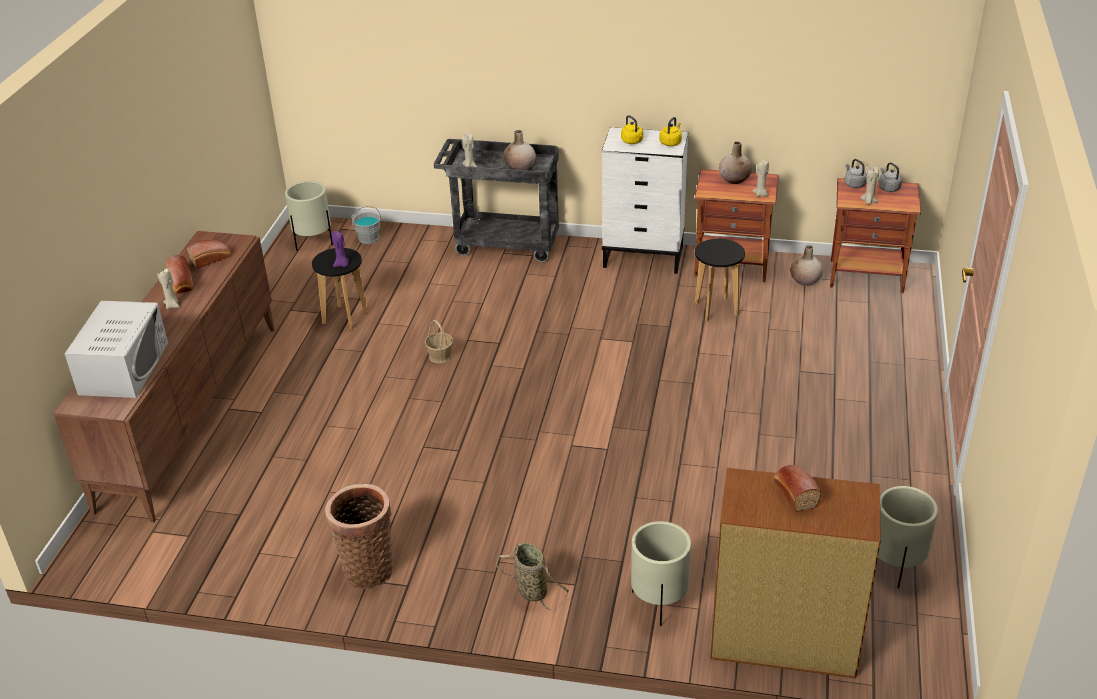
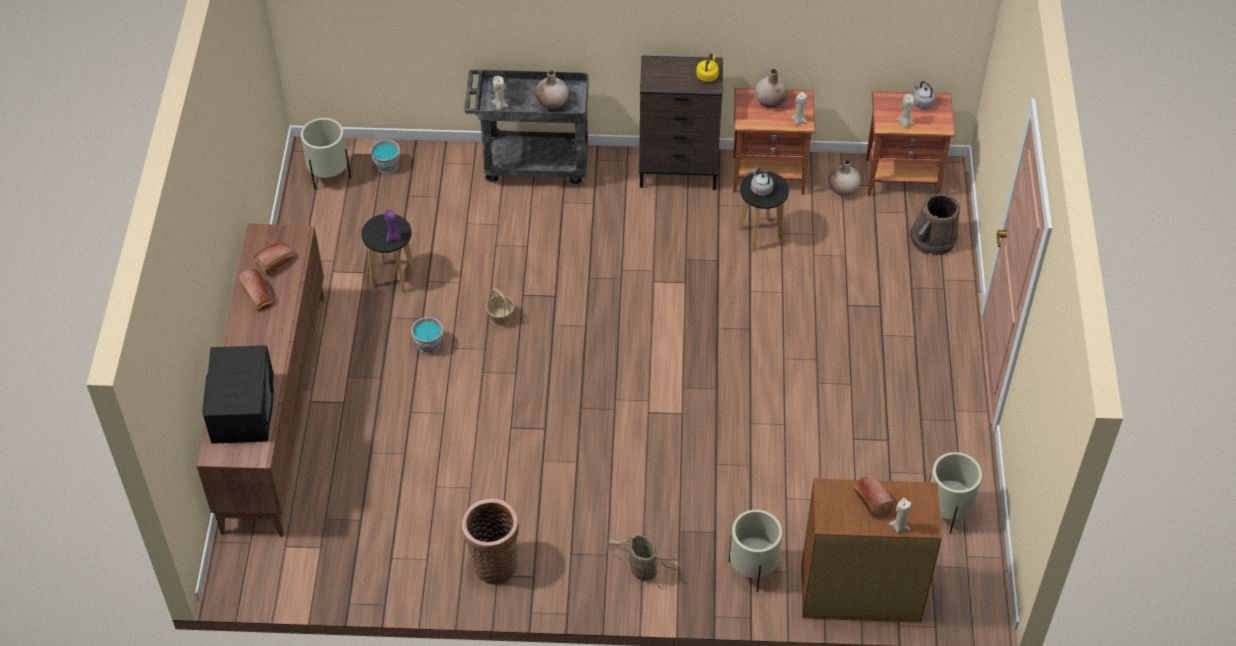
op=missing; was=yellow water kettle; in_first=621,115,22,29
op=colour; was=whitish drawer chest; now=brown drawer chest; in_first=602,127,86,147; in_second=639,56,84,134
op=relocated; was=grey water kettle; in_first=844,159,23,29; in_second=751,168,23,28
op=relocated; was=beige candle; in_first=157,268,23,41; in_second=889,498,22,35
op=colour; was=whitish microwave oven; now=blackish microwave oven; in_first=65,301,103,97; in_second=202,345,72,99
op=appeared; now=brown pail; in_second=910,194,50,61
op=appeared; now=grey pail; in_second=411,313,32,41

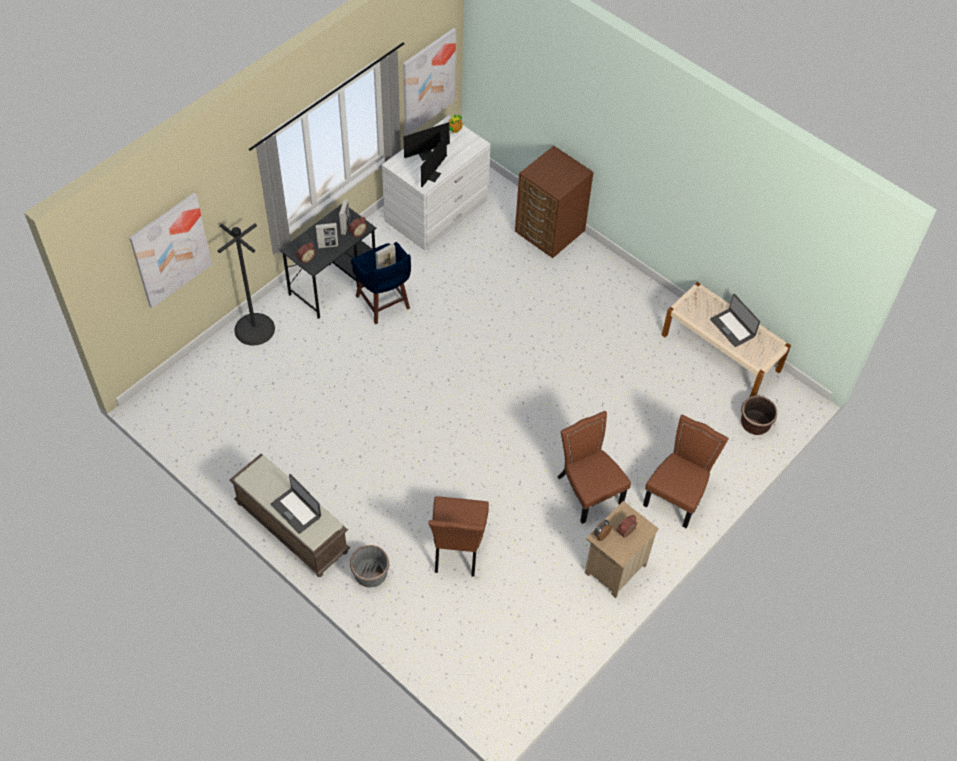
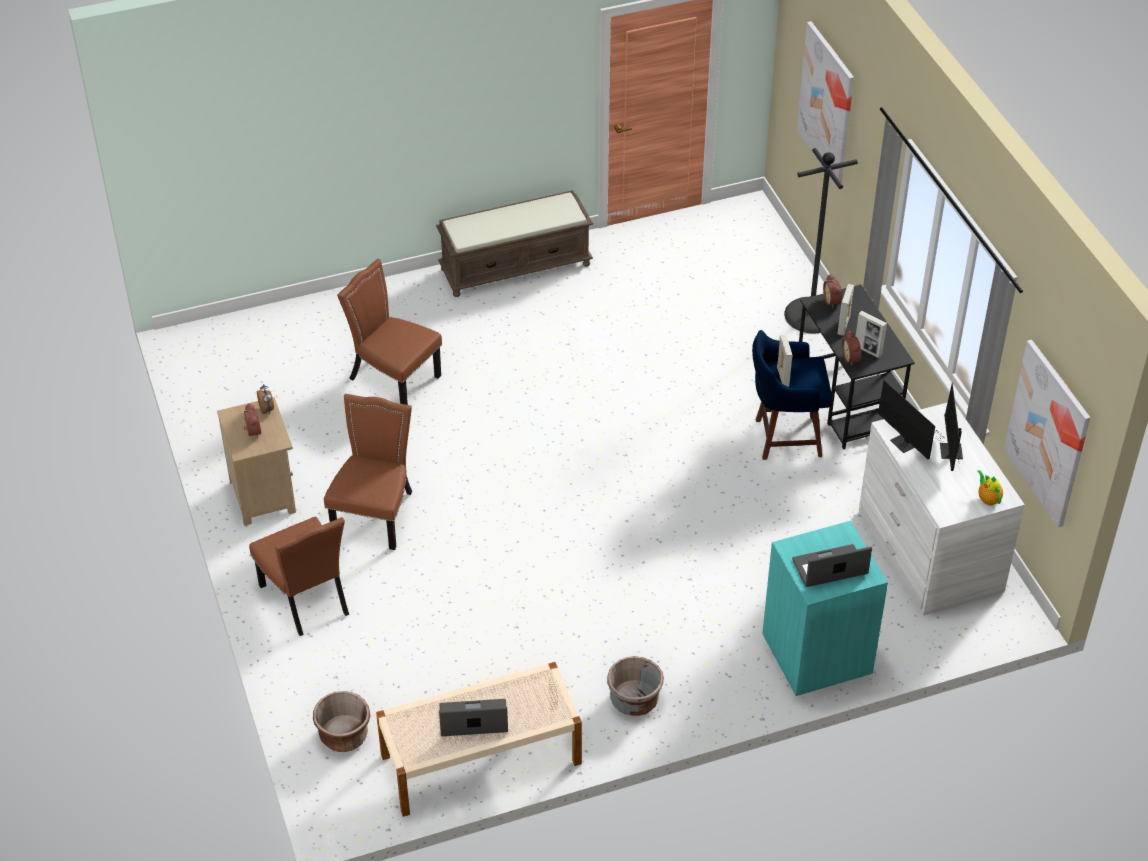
op=colour; was=brown drawer chest; now=blue-green drawer chest; in_first=515,146,79,112; in_second=762,521,126,175
op=spun; was=brown chair; in_first=557,411,74,113; in_second=324,394,88,156; clockwise=-75
op=relocated; was=notebook computer; in_first=271,474,50,60; in_second=792,544,80,43
op=relocated; was=grey plant pot; in_first=350,545,40,42; in_second=607,656,57,60

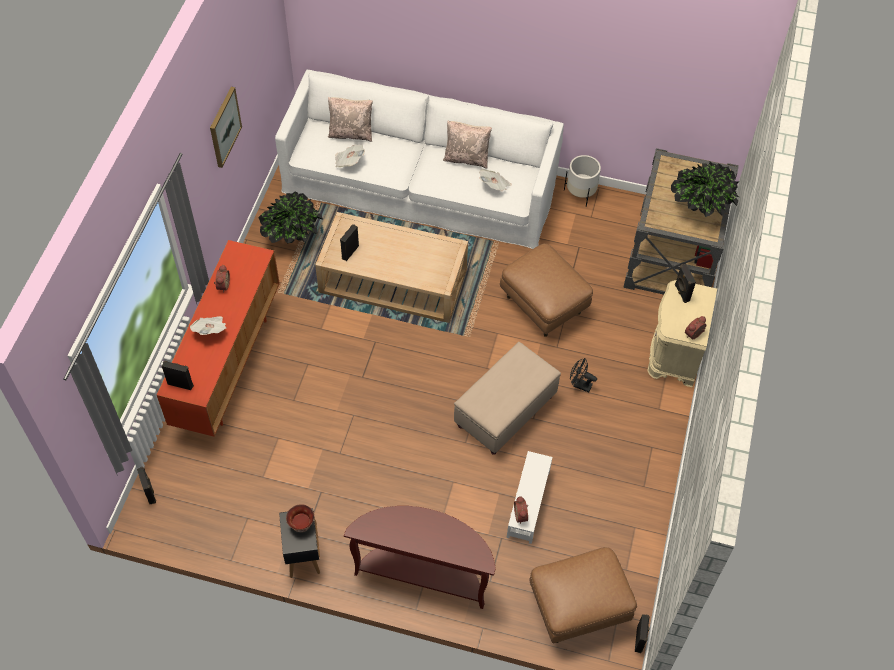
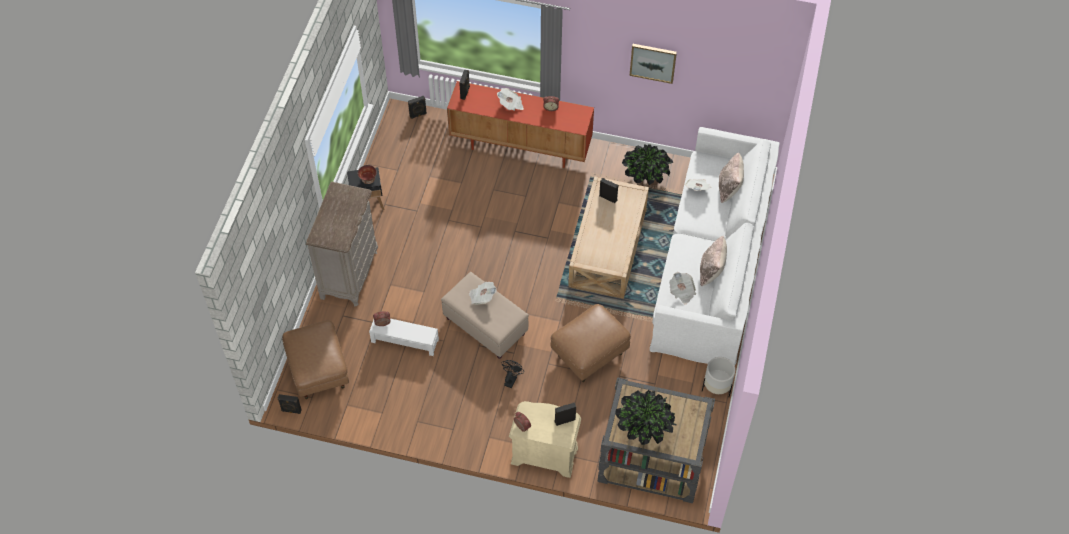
op=exchanged; was=brown narrow table; now=beige drawer chest; in_first=344,506,152,103; in_second=306,182,72,124
op=appeared; now=printed paper; in_second=469,282,28,23

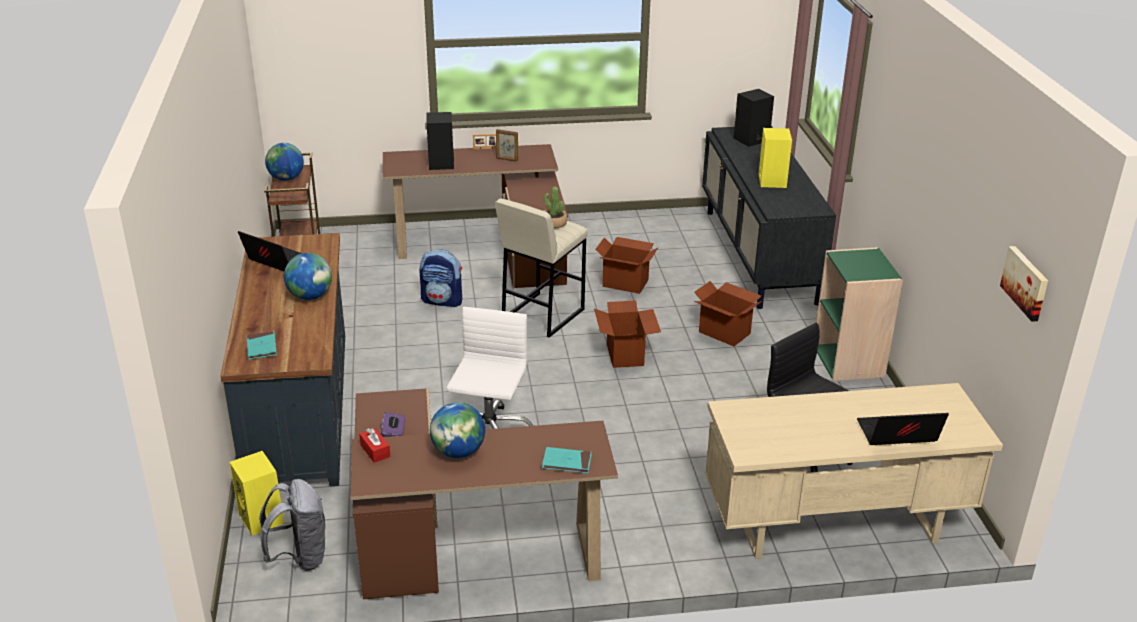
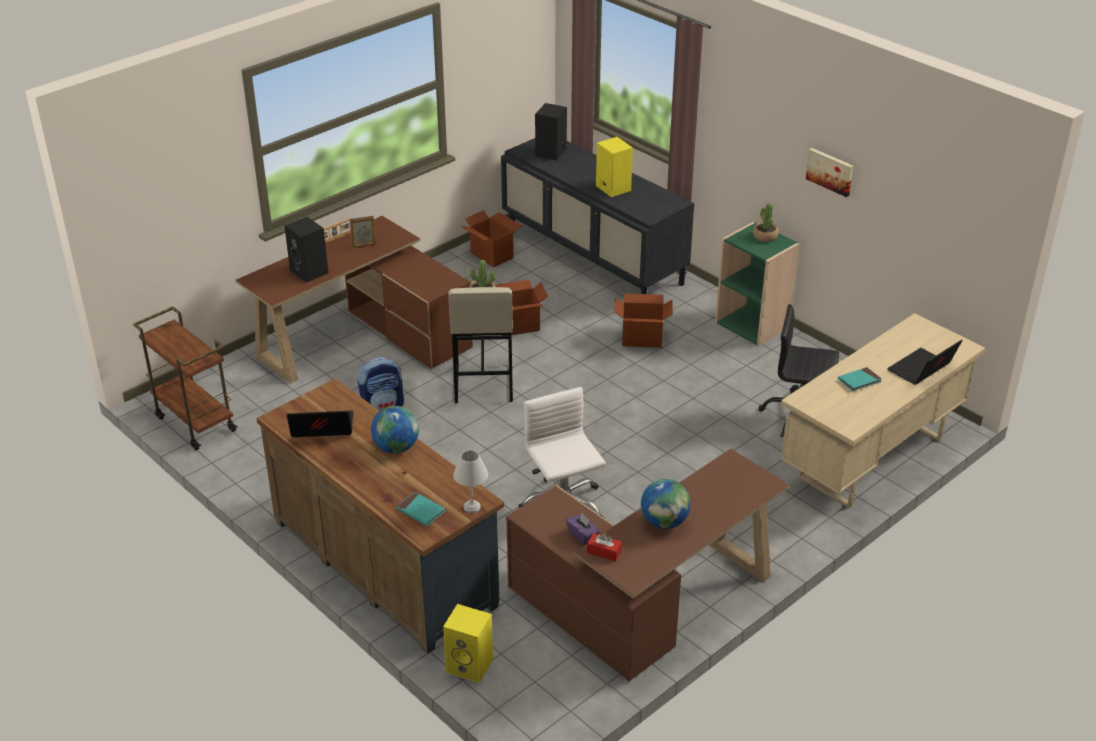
op=missing; was=world globe; in_first=265,143,39,38
op=relocated; was=wall picture; in_first=1000,246,48,76; in_second=806,148,47,49
op=relocated; was=cardboard box; in_first=594,300,67,68; in_second=461,210,61,57
op=relocated; was=blue-green book; in_first=542,447,50,27; in_second=838,367,44,24
op=missing; was=grey rucksack; in_first=259,479,68,92
op=appeared; now=houseplant; in_second=753,203,26,39
op=appeared; now=whitish lamp for a table; in_second=453,450,35,63

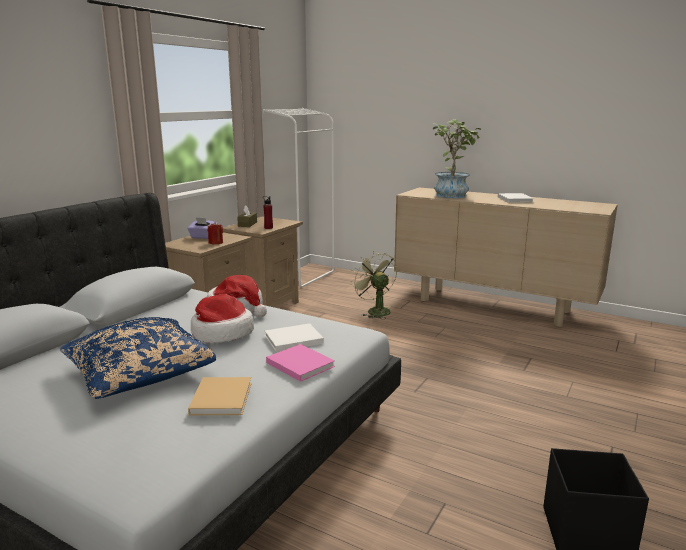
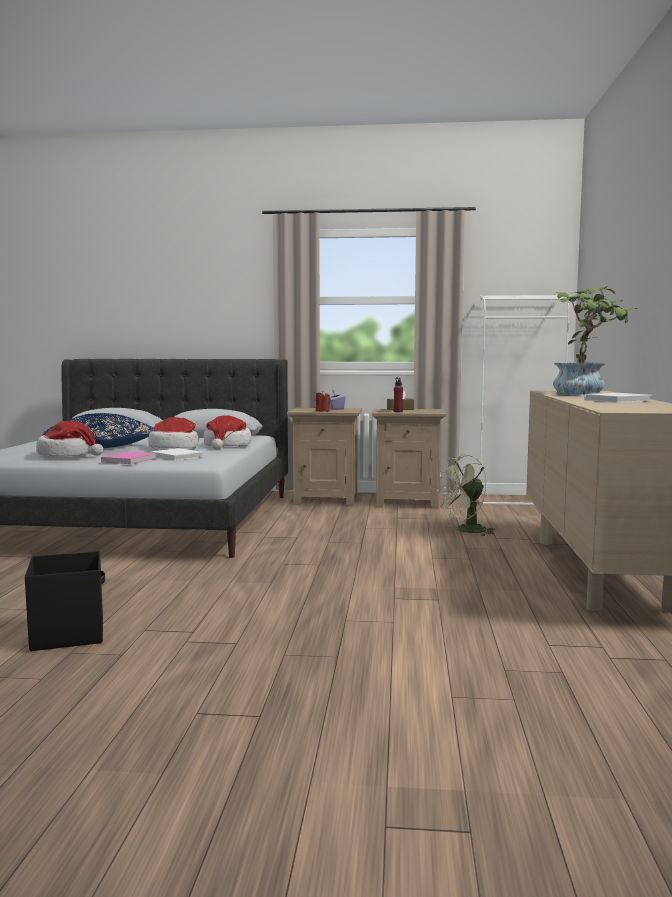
op=spun; was=green fan; in_first=351,251,46,68; in_second=437,454,57,82; clockwise=-150
op=exchanged; was=beige book; now=wearable hat; in_first=188,377,64,38; in_second=36,421,67,35

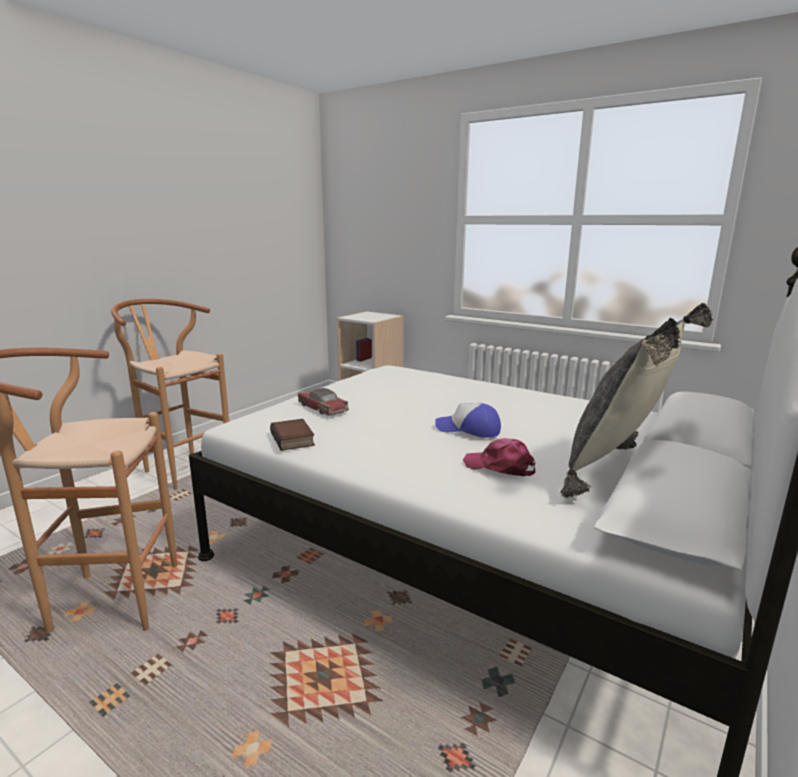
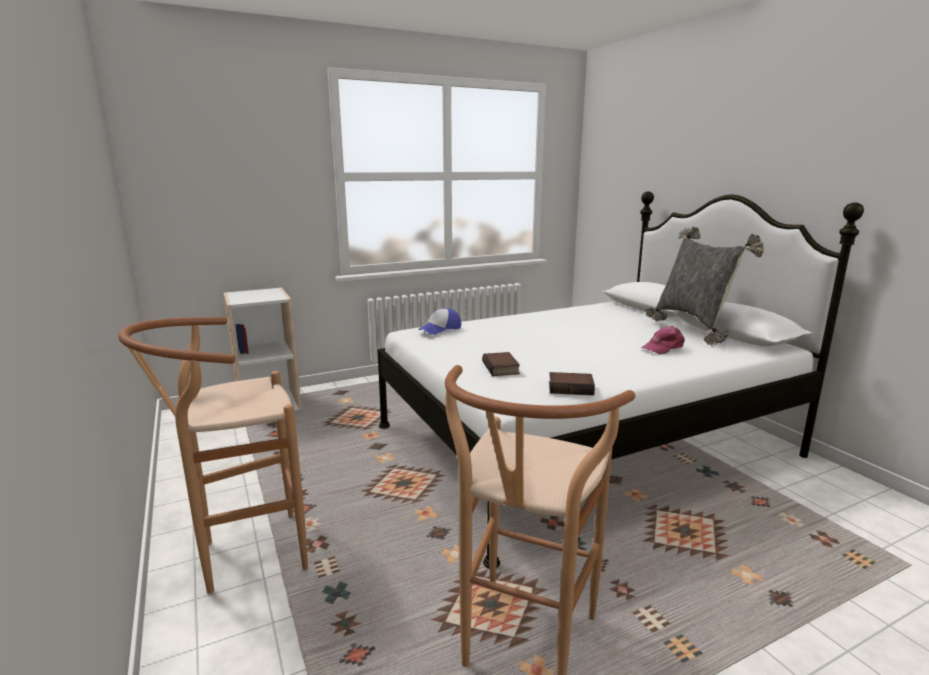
op=exchanged; was=toy car; now=book; in_first=298,388,51,28; in_second=482,352,38,24
op=relocated; was=peaked cap; in_first=435,403,66,35; in_second=418,308,43,27

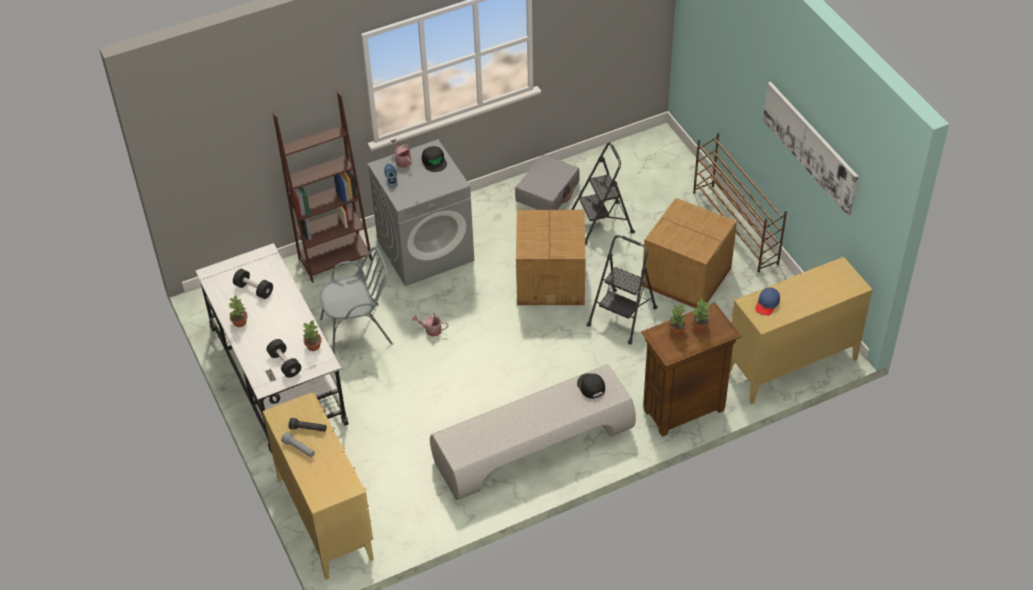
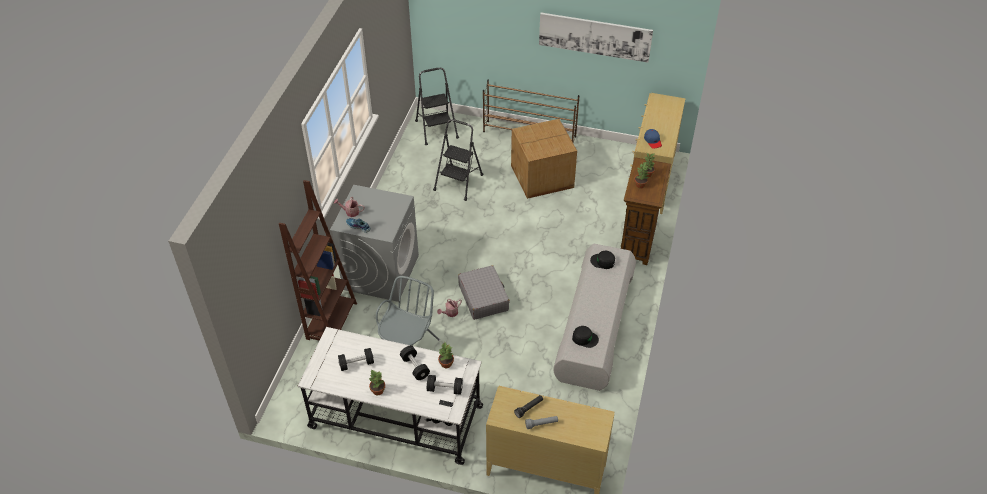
op=relocated; was=blackish peaked cap; in_first=422,146,25,26; in_second=572,326,27,22
op=relocated; was=grey travel case; in_first=515,155,65,55; in_second=458,265,52,55
op=missing; was=cardboard box; in_first=516,210,70,95
op=relocated; was=blackish step ladder; in_first=587,235,71,110; in_second=415,68,44,77
op=appeared; now=blackish hand weight; in_second=400,346,30,34

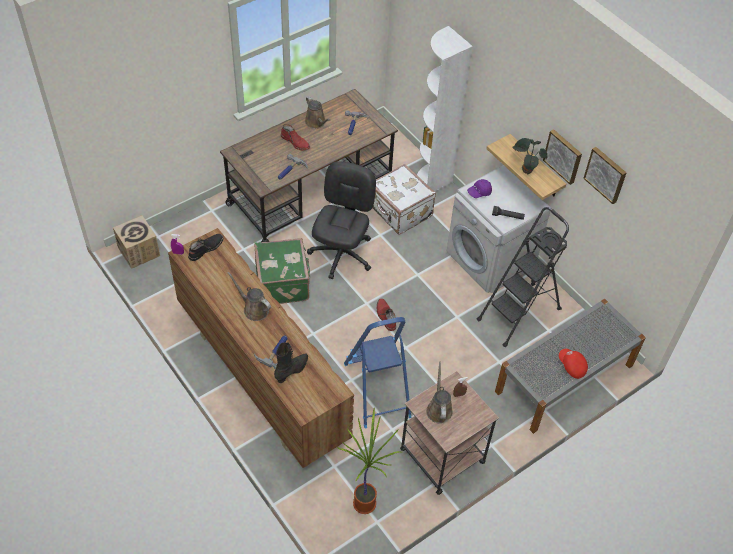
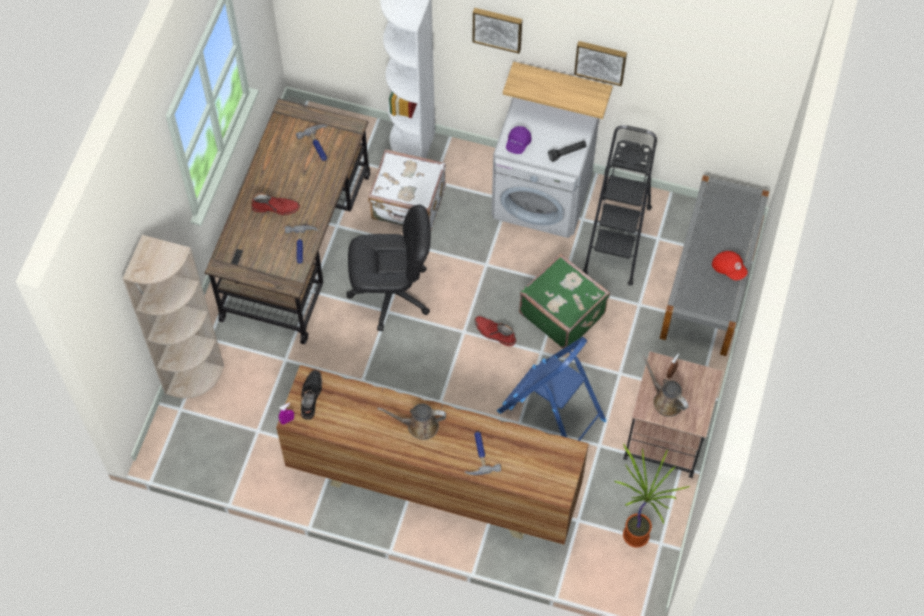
op=missing; was=brown watering pot; in_first=305,96,25,33
op=missing; was=houseplant; in_first=512,138,35,36
op=relocated; was=wall picture; in_first=583,147,43,57; in_second=473,8,49,46
op=spun; was=blackish computer chair; in_first=307,161,69,118; in_second=347,205,84,126; clockwise=105
op=missing; was=cardboard box; in_first=113,215,47,54
op=relocated; was=green travel case; in_first=254,238,57,66; in_second=519,254,91,95
op=missing; was=blackish boot; in_first=274,342,34,41
op=spun; was=red peaked cap; in_first=559,349,29,30; in_second=712,251,36,29; clockwise=-150
op=appeared; now=beige shelving unit; in_second=123,235,101,163

